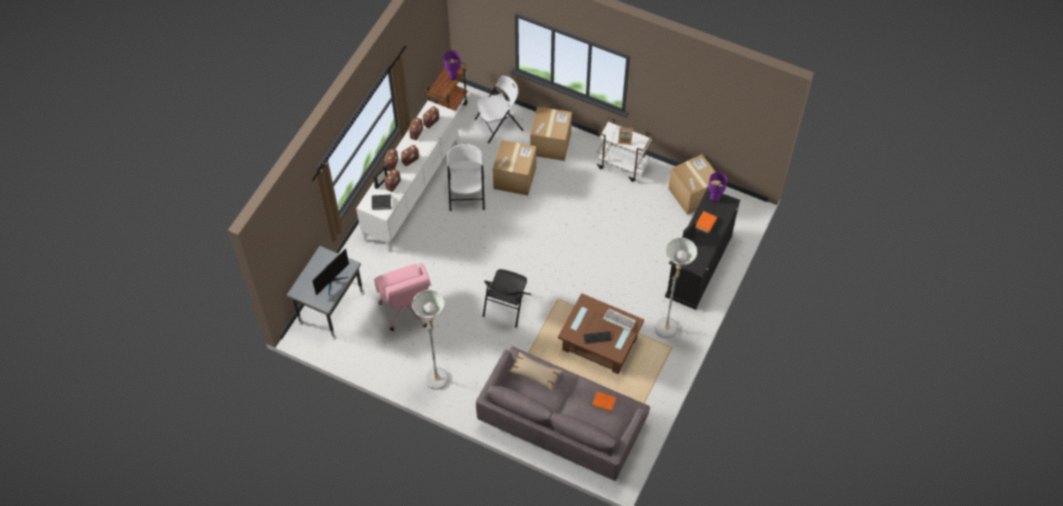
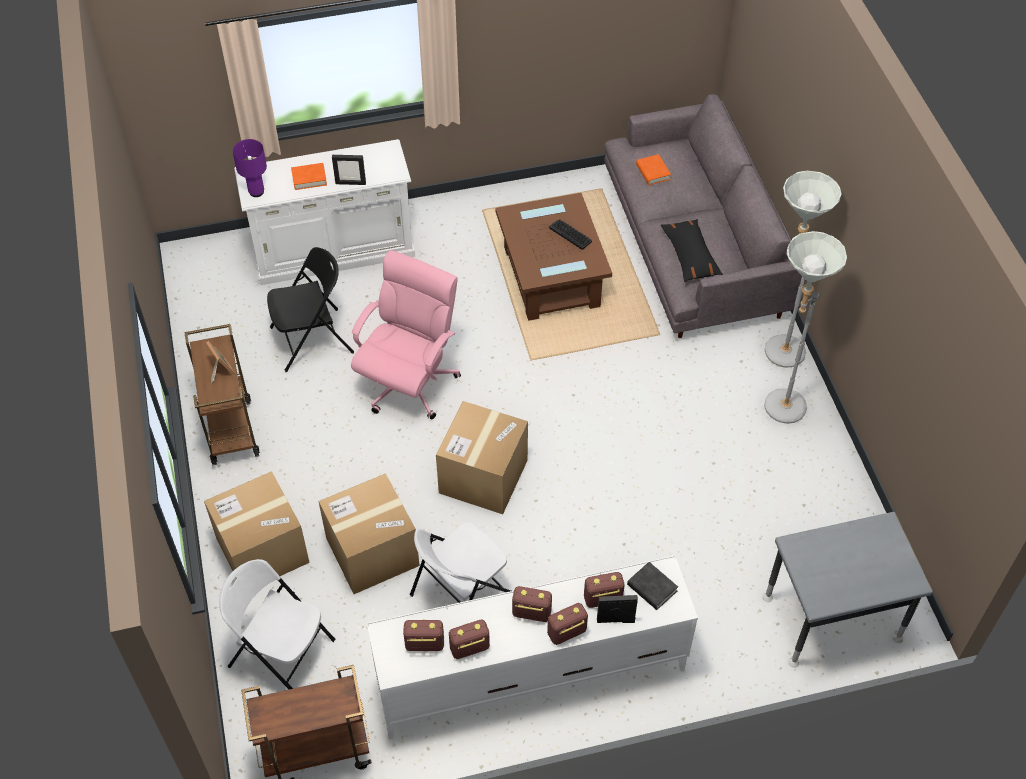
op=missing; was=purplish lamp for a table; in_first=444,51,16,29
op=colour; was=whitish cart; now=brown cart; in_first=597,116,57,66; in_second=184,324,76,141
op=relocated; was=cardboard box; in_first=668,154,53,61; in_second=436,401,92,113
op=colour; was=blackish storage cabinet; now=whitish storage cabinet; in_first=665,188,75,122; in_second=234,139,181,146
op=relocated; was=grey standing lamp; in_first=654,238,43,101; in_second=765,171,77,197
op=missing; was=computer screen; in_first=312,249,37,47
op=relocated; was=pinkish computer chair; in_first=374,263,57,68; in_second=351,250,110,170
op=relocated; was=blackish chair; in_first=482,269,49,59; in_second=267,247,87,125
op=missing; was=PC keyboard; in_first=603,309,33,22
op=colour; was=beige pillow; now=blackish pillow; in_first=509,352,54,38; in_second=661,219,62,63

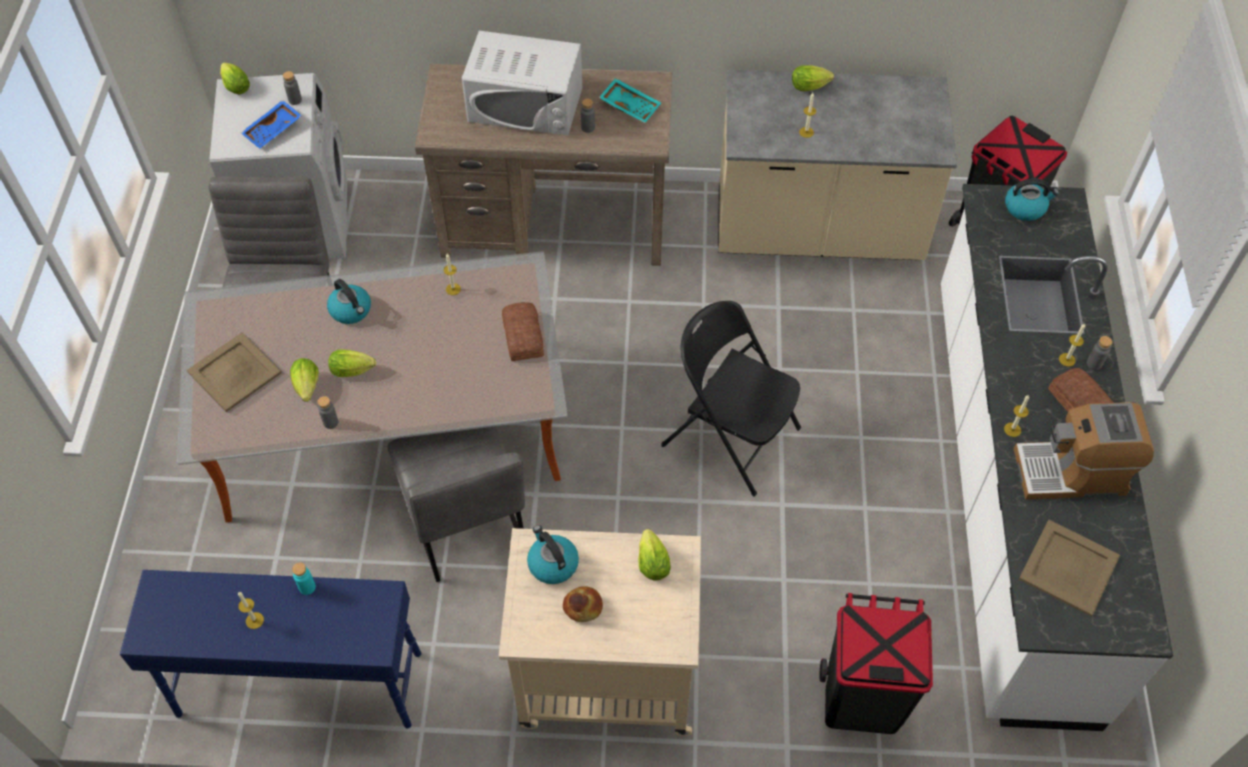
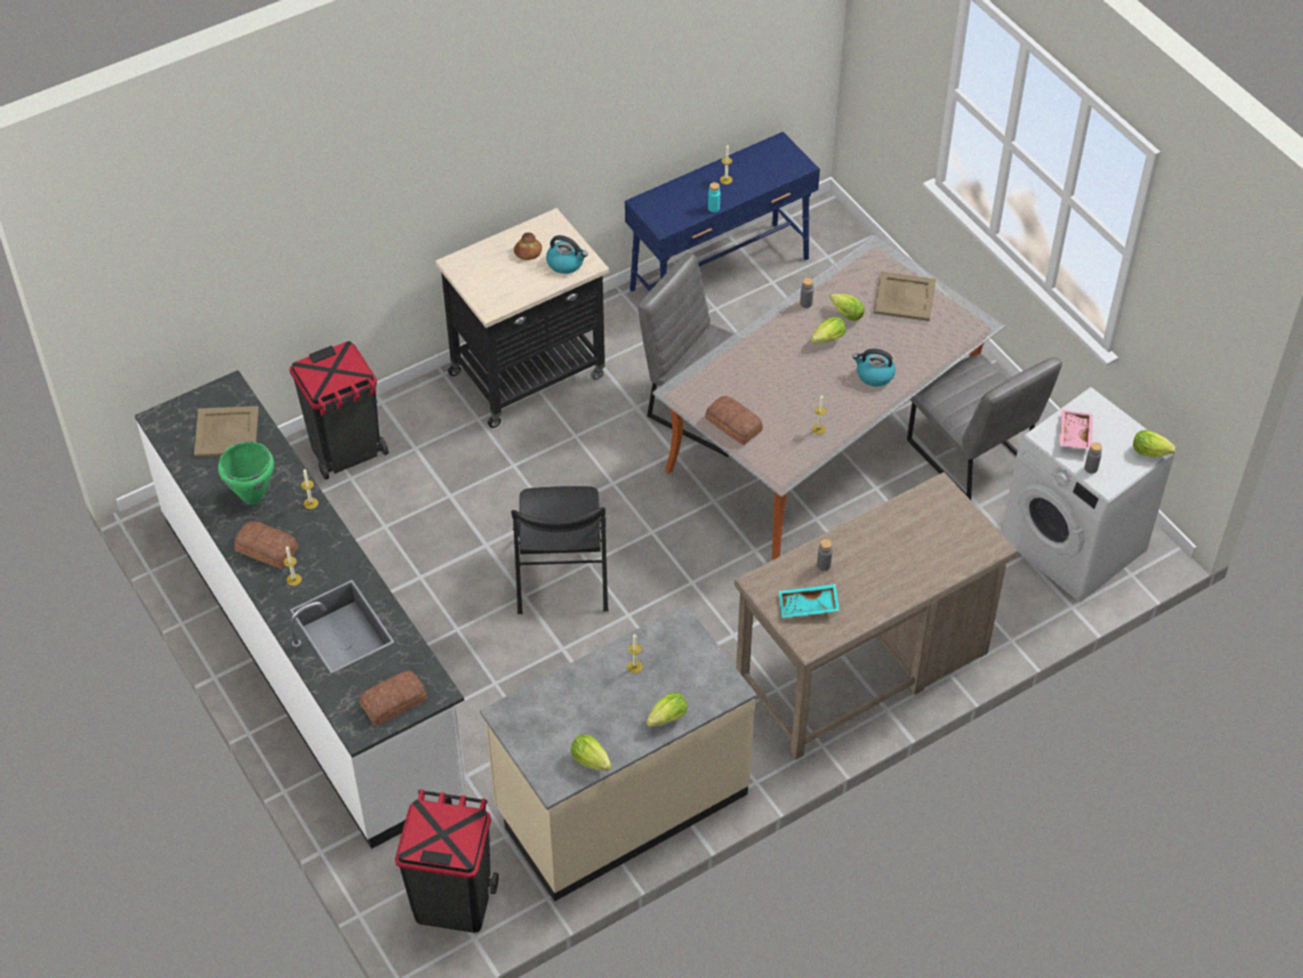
op=missing; was=whitish microwave oven; in_first=462,31,120,105
op=colour; was=blue carrying tray; now=pinkish carrying tray; in_first=241,100,61,49; in_second=1060,409,33,40
op=exchanged; was=water kettle; now=bread; in_first=1005,178,54,43; in_second=359,671,68,55
op=spun; was=blackish chair; in_first=661,301,140,196; in_second=511,486,98,128; clockwise=90
op=missing; was=grey bottle; in_first=1087,336,25,34
op=exchanged; was=coffee maker; now=green saucepot; in_first=1014,402,140,97; in_second=218,442,56,62
op=colour; was=beige cart; now=blackish cart; in_first=499,528,202,208; in_second=435,208,174,220
op=relocated; was=head of lettuce; in_first=638,529,33,52; in_second=571,734,40,37

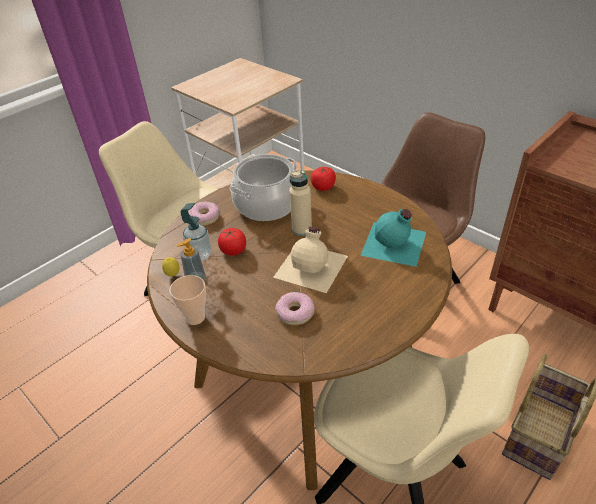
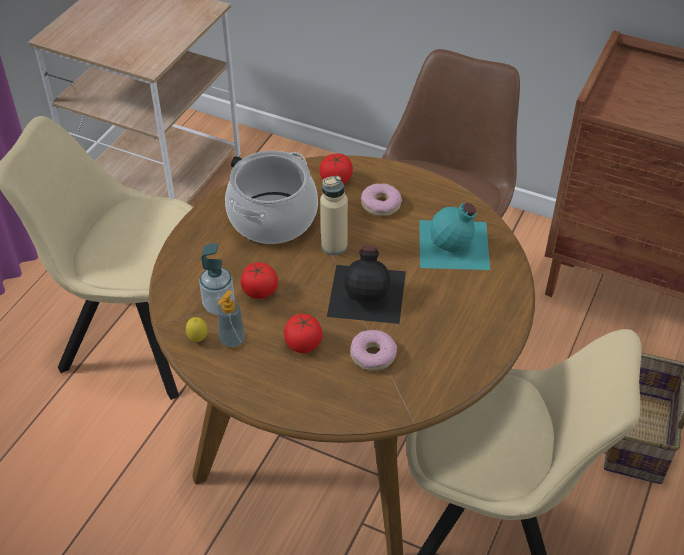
op=relocated; was=ring doughnut; in_first=188,201,31,25; in_second=361,183,41,33
op=colour; was=beige bottle; now=blackish bottle; in_first=273,227,75,66; in_second=327,245,79,79
op=missing; was=cup; in_first=170,275,36,50
op=appeared; now=fresh tomato; in_second=284,314,38,39

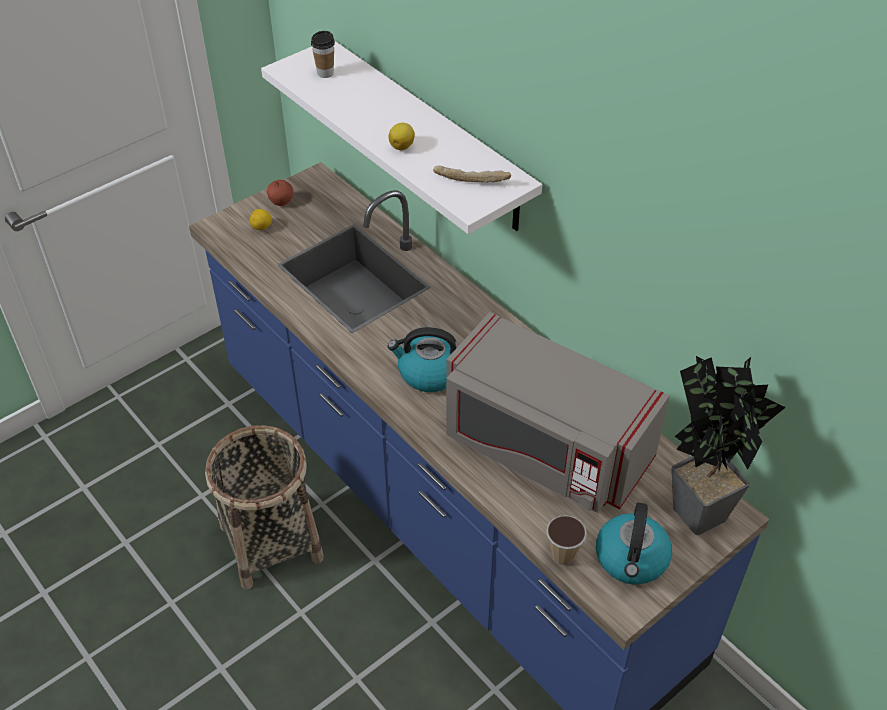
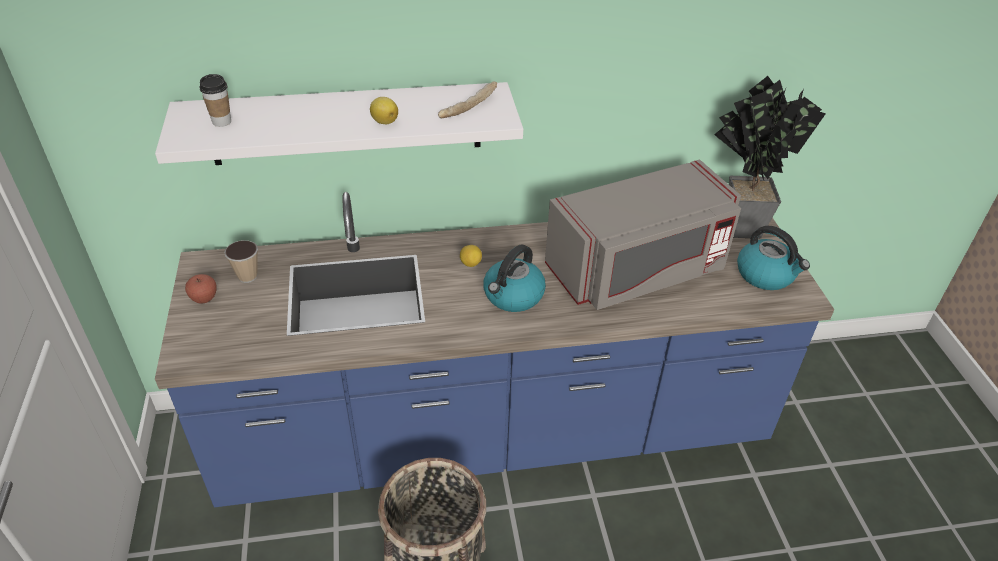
op=relocated; was=citrus fruit; in_first=250,209,22,21; in_second=460,245,22,22
op=relocated; was=cup; in_first=546,515,41,50; in_second=224,240,34,43

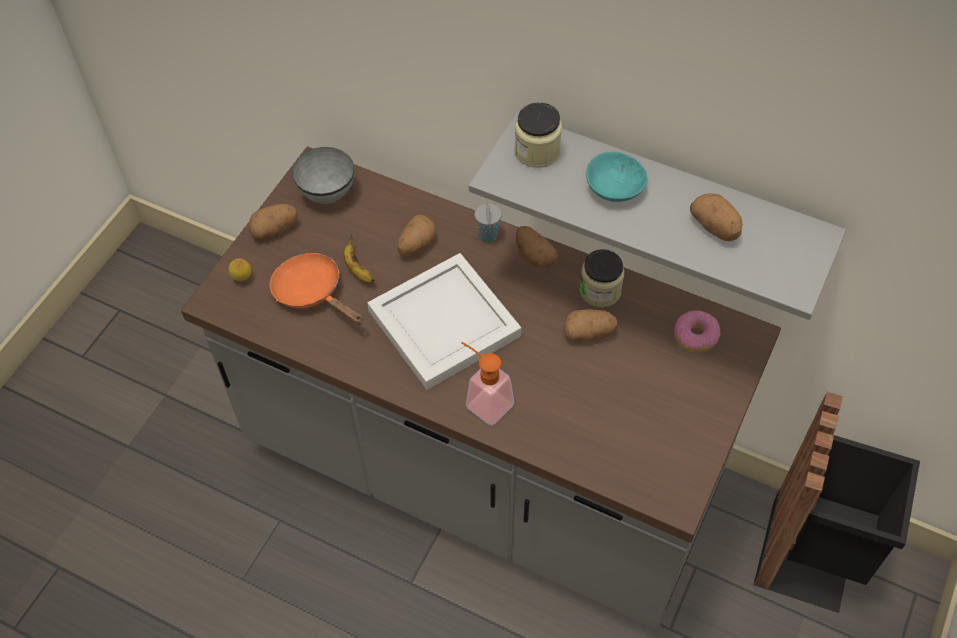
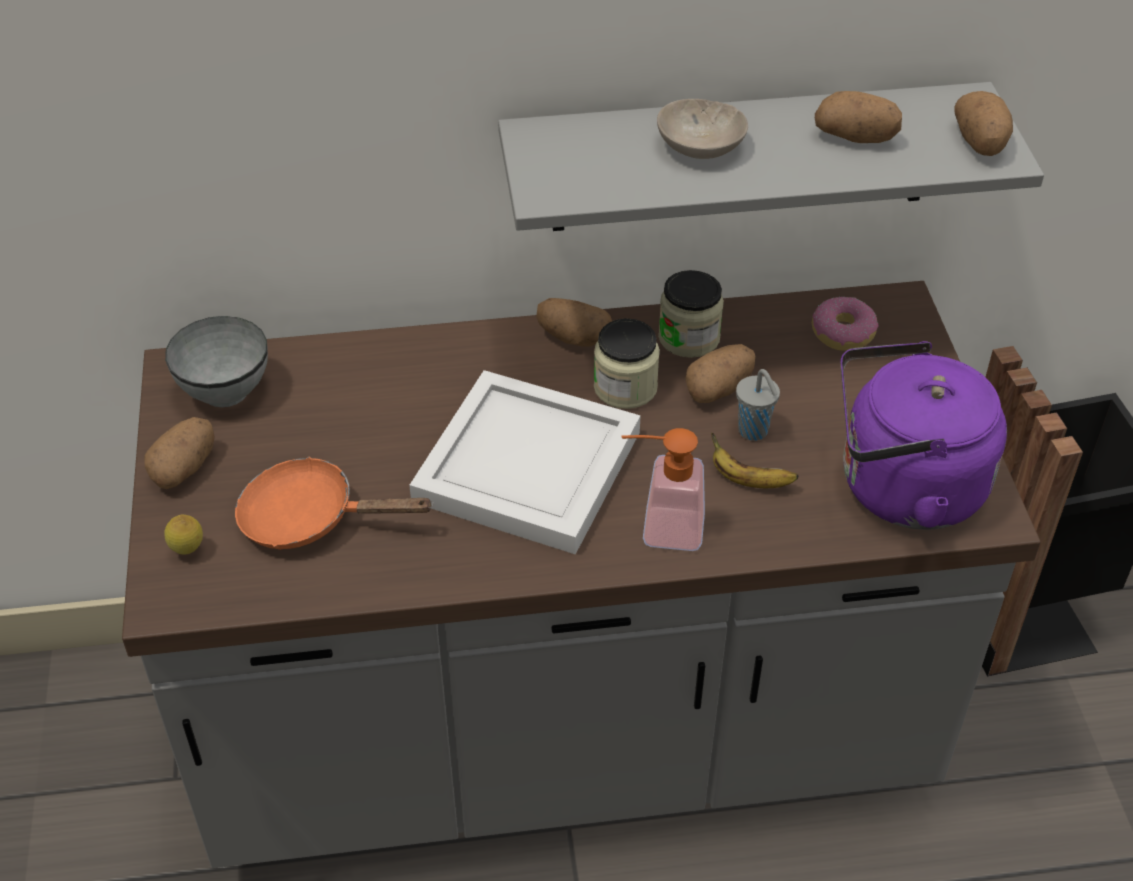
op=relocated; was=preserve jar; in_first=514,102,48,66; in_second=594,318,66,91
op=colour; was=blue-green deep dish; now=beige deep dish; in_first=586,151,62,51; in_second=657,99,91,60
op=relocated; was=grey cup; in_first=475,202,27,41; in_second=736,369,44,72
op=relocated; was=spud; in_first=397,215,39,41; in_second=954,91,59,65
op=relocated; was=whole banana; in_first=344,234,31,49; in_second=711,433,87,55
op=appeared; now=purplish water kettle; in_second=841,341,166,189

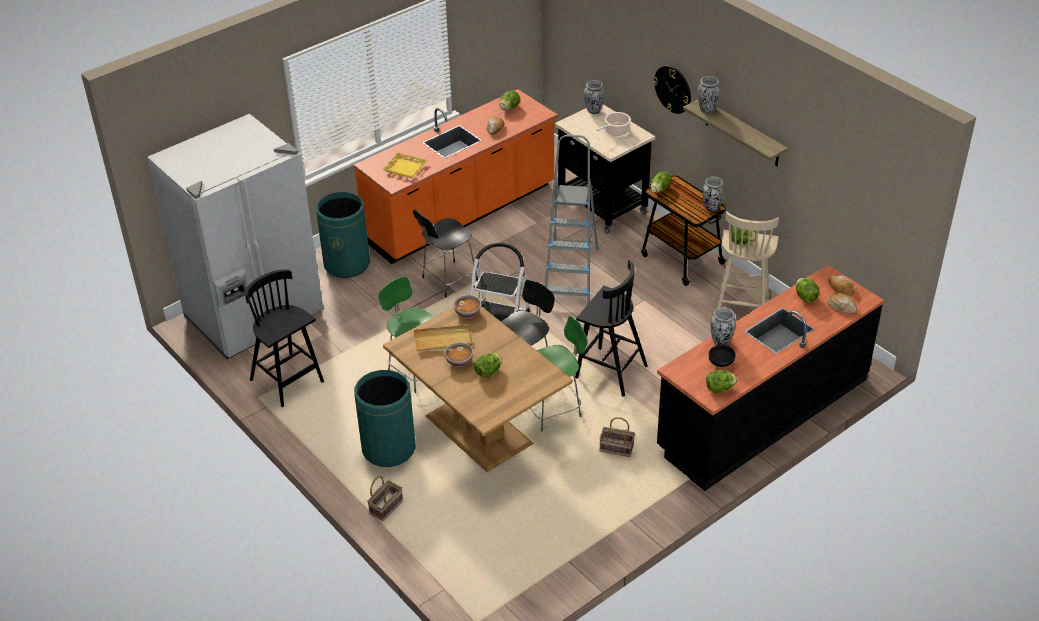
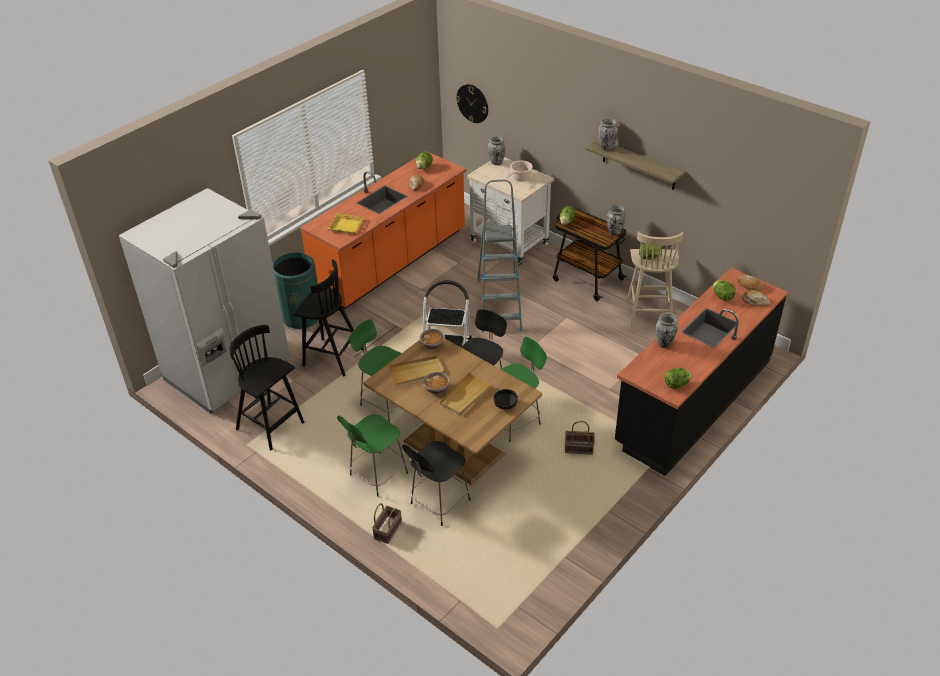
op=relocated; was=wall clock; in_first=653,66,38,48; in_second=456,84,32,39
op=colour; was=blackish cart; now=whitish cart; in_first=555,104,100,130; in_second=467,157,87,109
op=relocated; was=blackish chair; in_first=413,210,65,88; in_second=402,441,69,85
op=relocated; was=blackish stool seat; in_first=575,260,73,137; in_second=294,259,69,117
op=relocated; was=blackish deep dish; in_first=709,345,27,22; in_second=493,389,25,21
op=exchanged; was=head of lettuce; now=beige carrying tray; in_first=474,353,28,24; in_second=440,372,53,43
op=exchanged; was=green trash can; now=green chair; in_first=354,370,62,97; in_second=337,414,71,83

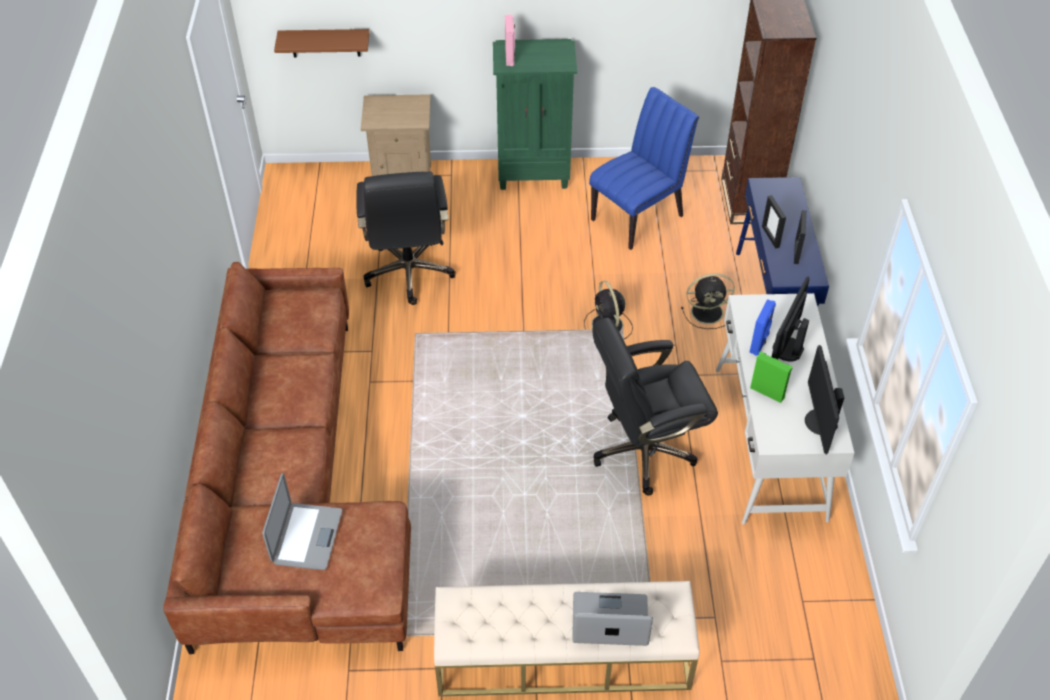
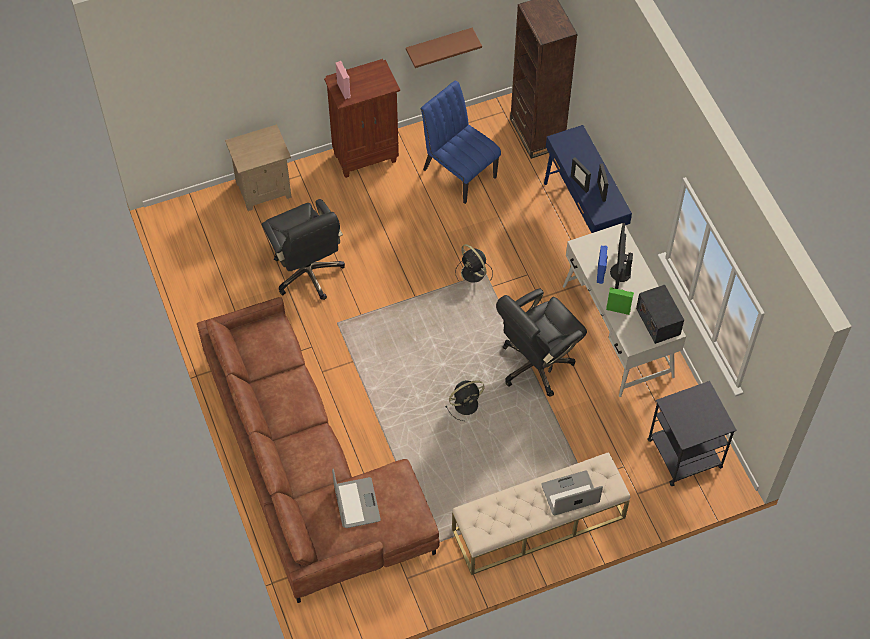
op=relocated; was=brown wall shelf; in_first=274,29,96,28; in_second=406,28,76,40
op=colour; was=green storage cabinet; now=brown storage cabinet; in_first=493,39,84,151; in_second=324,59,76,119
op=spun; was=blue chair; in_first=589,87,110,163; in_second=420,81,81,123; clockwise=-75
op=relocated; was=blackish fan; in_first=681,274,54,55; in_second=445,380,40,41
op=exchanged; was=computer screen; now=radio set; in_first=805,345,39,109; in_second=636,285,48,59
op=appeared; now=blackish cart; in_second=647,381,90,105

